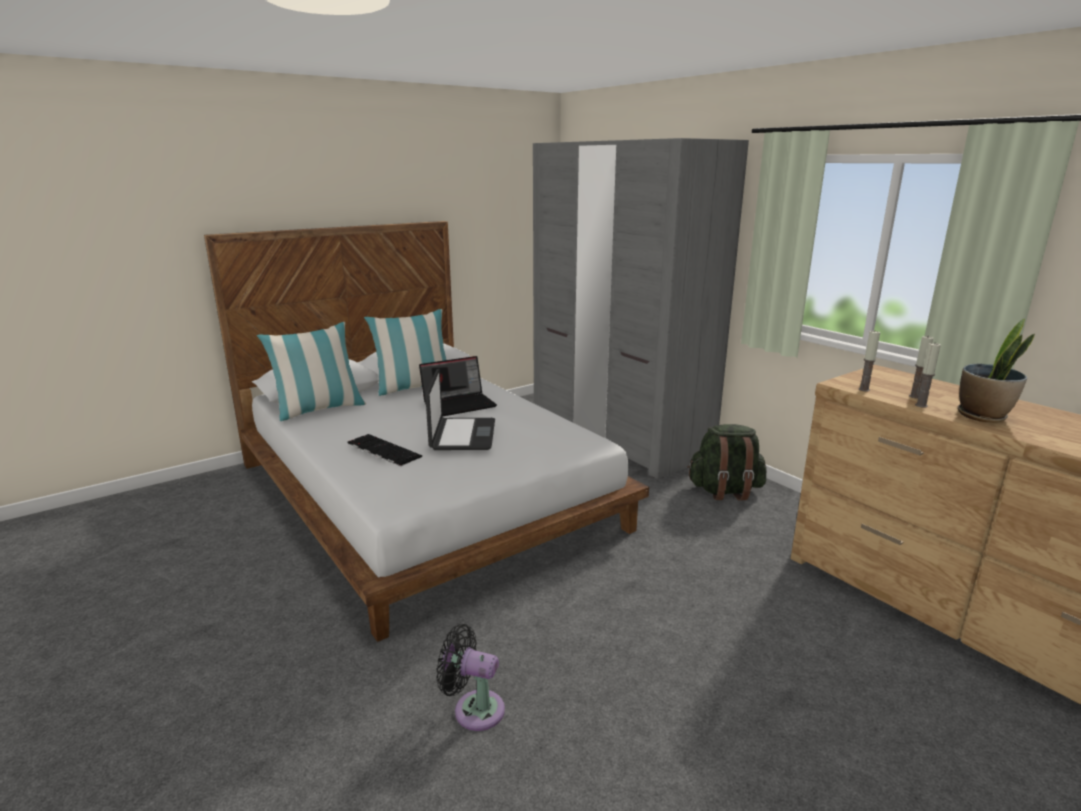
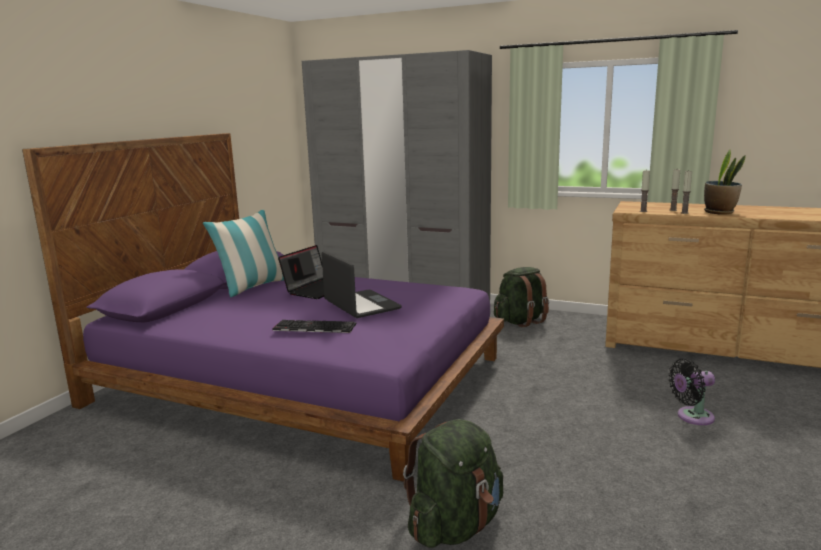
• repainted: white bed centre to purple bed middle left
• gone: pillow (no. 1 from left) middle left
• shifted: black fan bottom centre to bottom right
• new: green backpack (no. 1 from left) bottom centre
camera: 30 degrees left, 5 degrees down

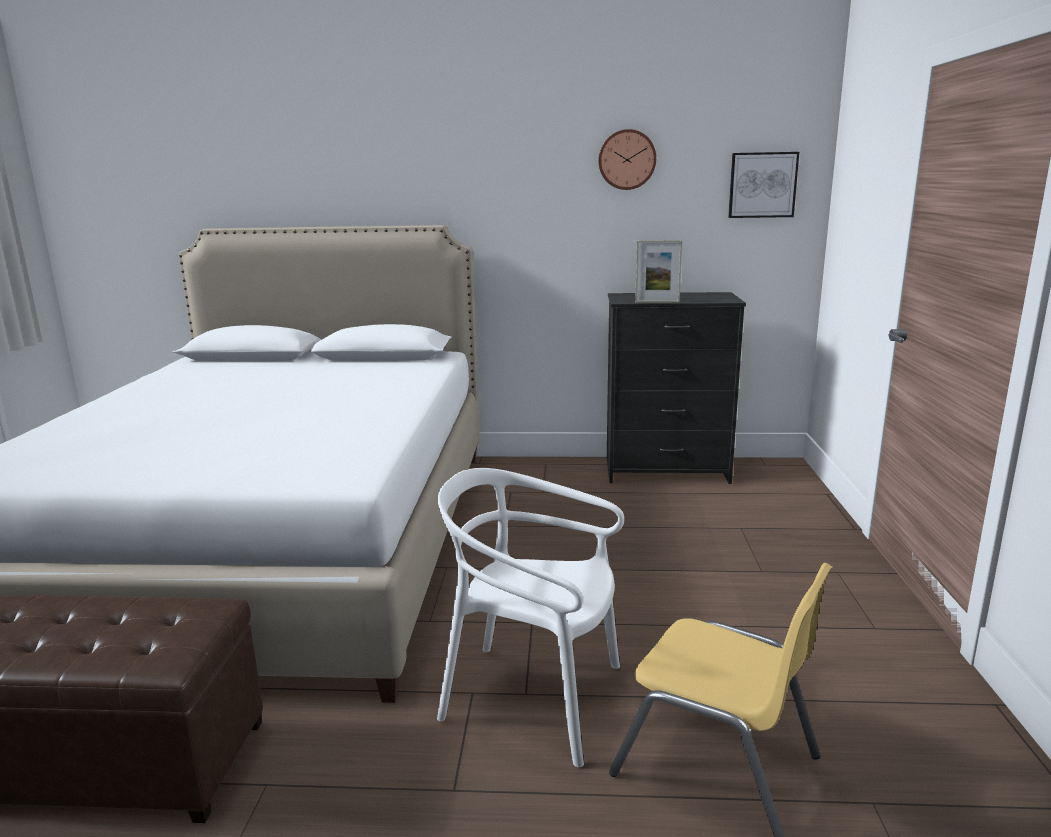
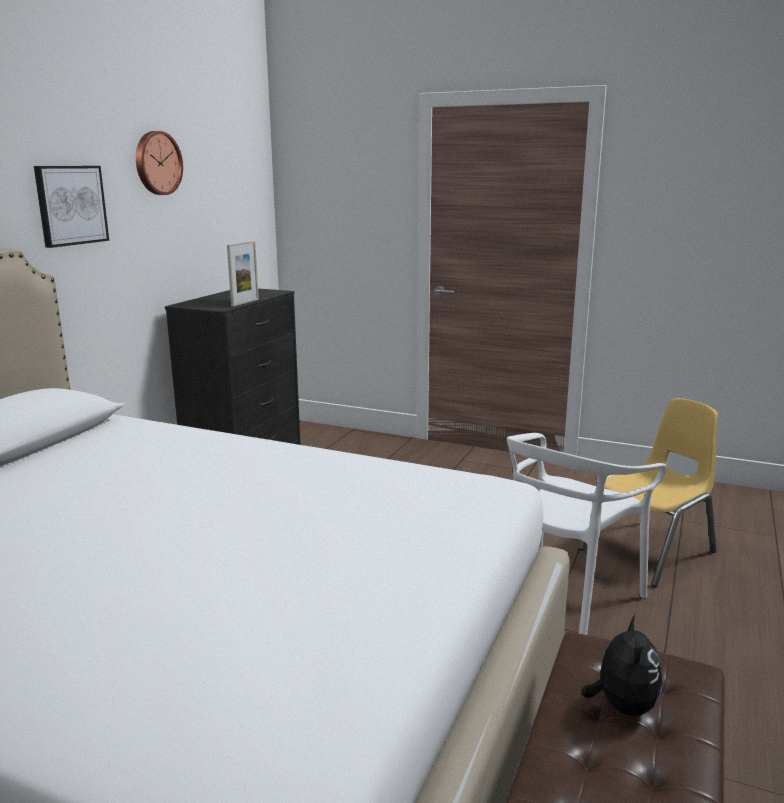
• shifted: picture top right to top left
• new: plush toy bottom right
camera: 70 degrees left, 0 degrees up

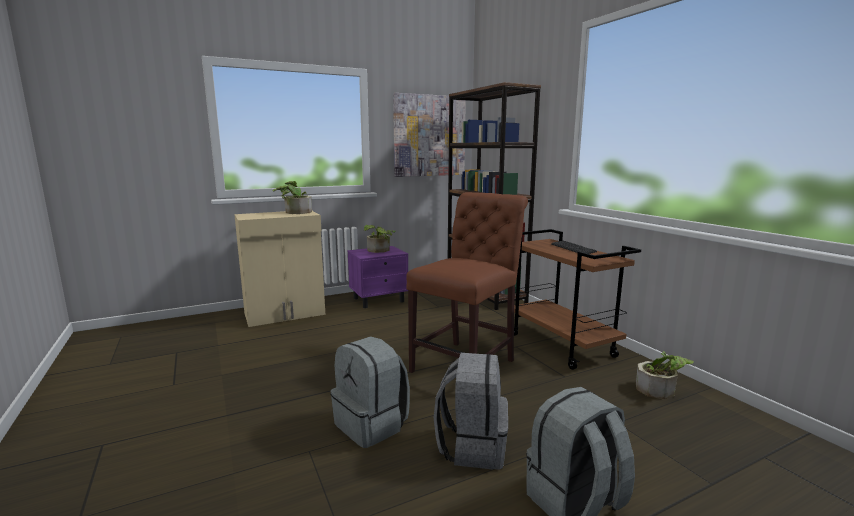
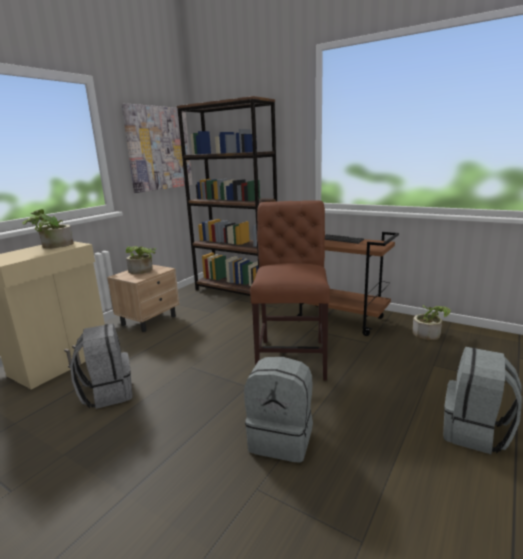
• repainted: purple nightstand centre to beige nightstand middle left
• shifted: grey backpack (no. 2 from left in the first image) bottom centre to grey backpack (no. 1 from left) middle left
camera: 30 degrees left, 5 degrees up

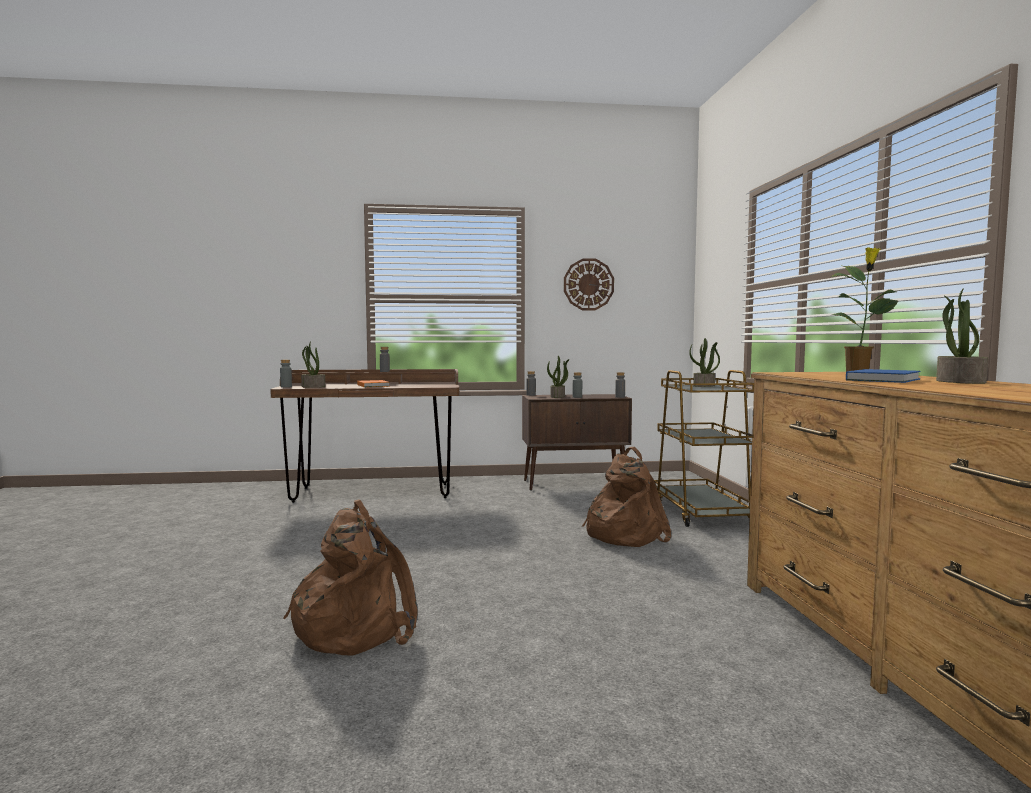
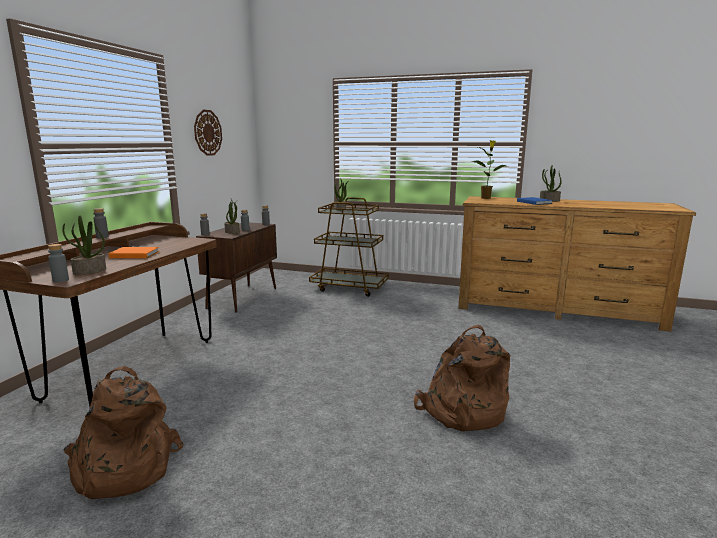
• shifted: brown backpack (no. 2 from left in the first image) centre to brown backpack (no. 1 from left) bottom left
camera: 65 degrees left, 10 degrees up

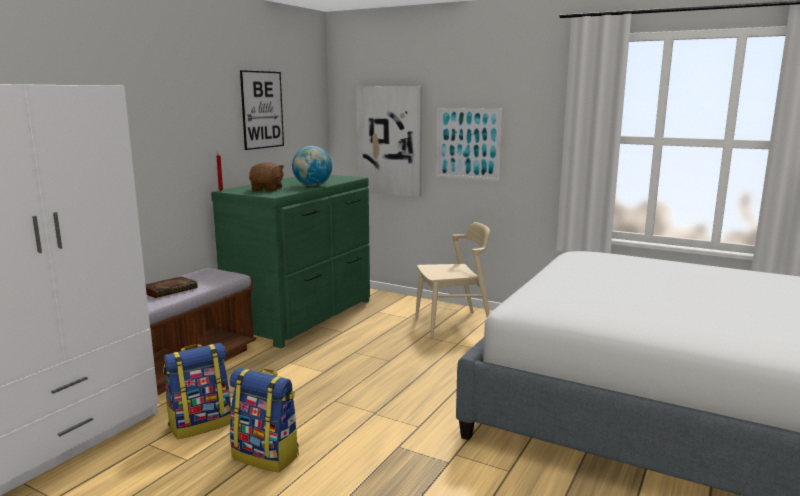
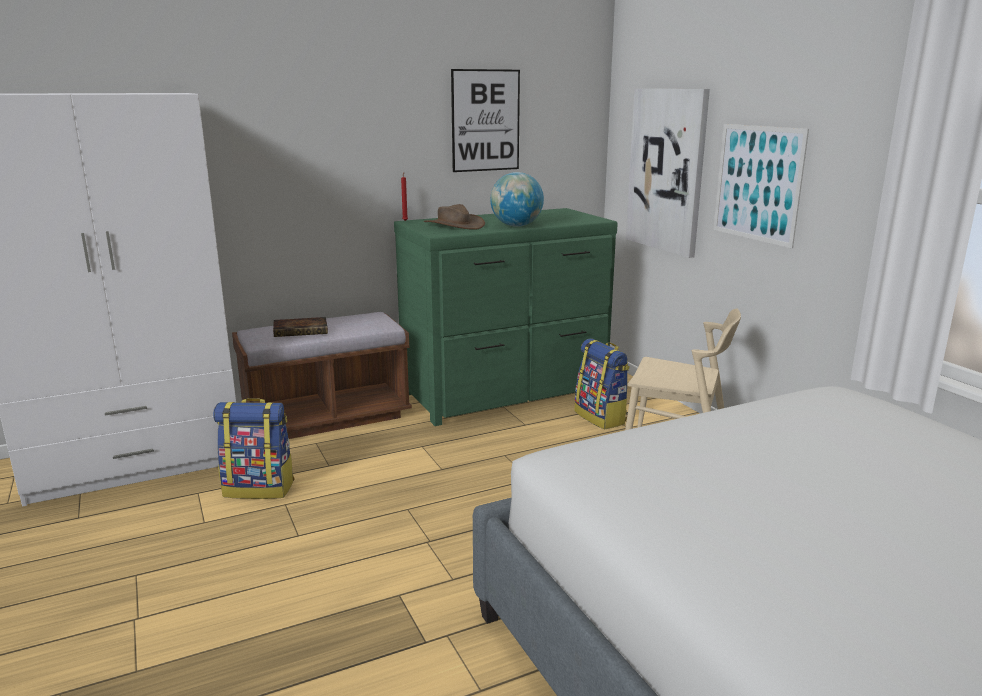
• shifted: backpack (no. 2 from left) bottom left to centre
• swapped: brown plush toy centre to brown hat top centre
camera: 35 degrees right, 5 degrees up

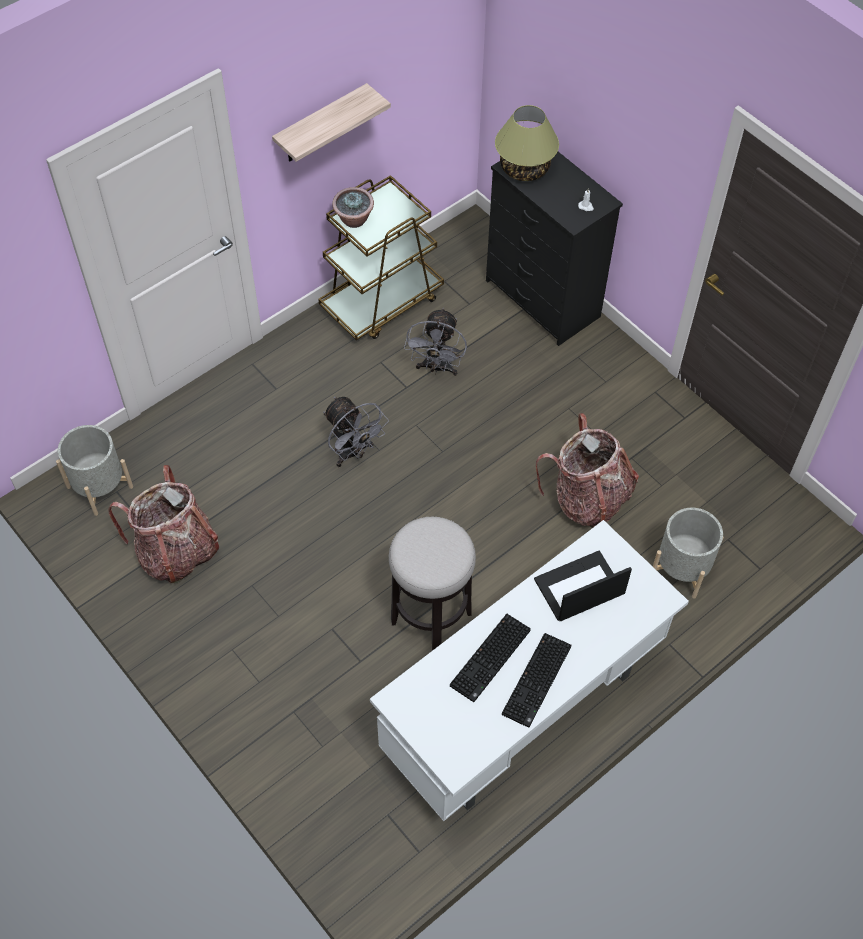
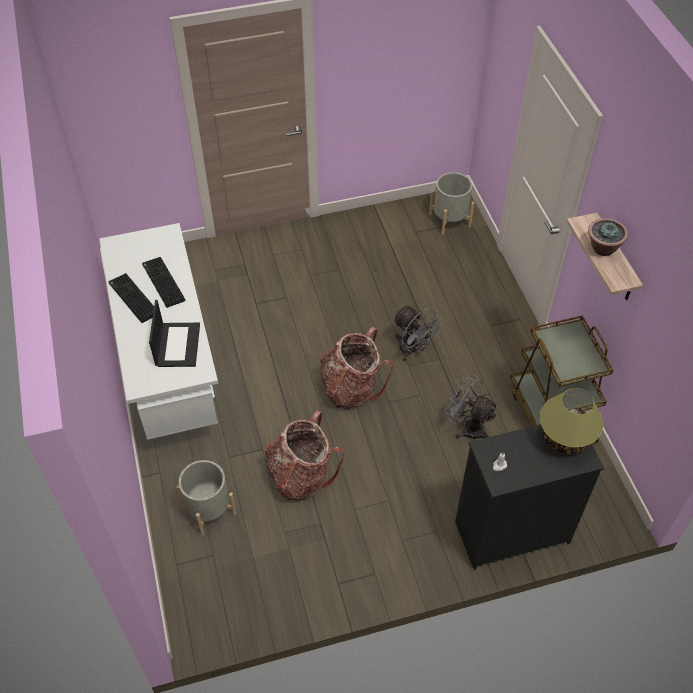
• shifted: backpack (no. 1 from left in the first image) middle left to backpack (no. 2 from left) centre
• rotated: grey fan (no. 1 from left) centre = centre 120 degrees counterclockwise
• shifted: potted plant top centre to middle right
• gone: stool centre
camera: 115 degrees right, 5 degrees down

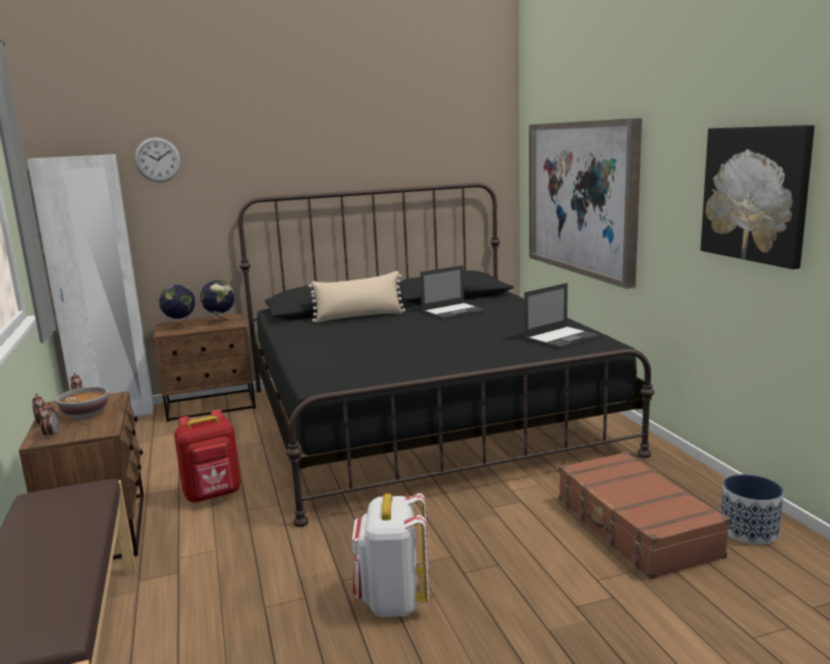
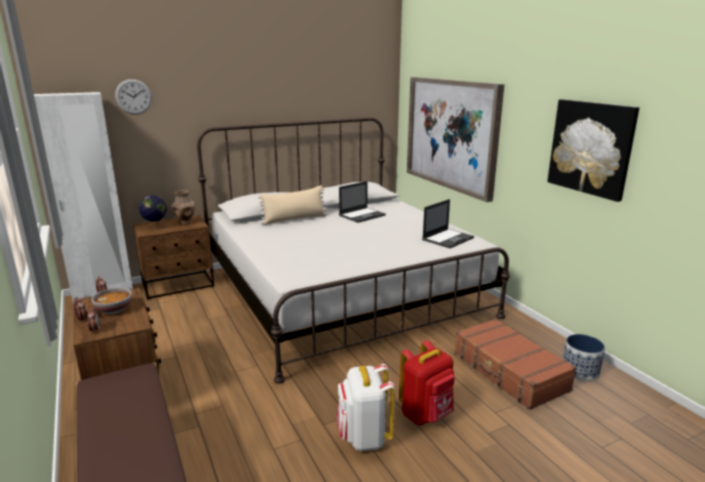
• shifted: red backpack bottom left to bottom centre
• swapped: globe (no. 2 from left) middle left to brown vase middle left
• repainted: black bed centre to white bed centre
camera: 10 degrees left, 5 degrees up

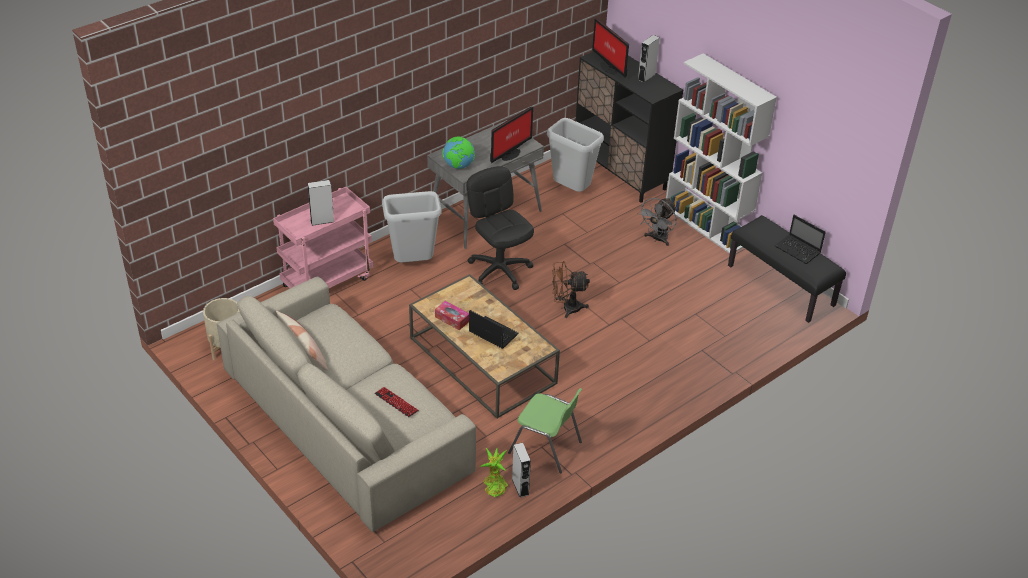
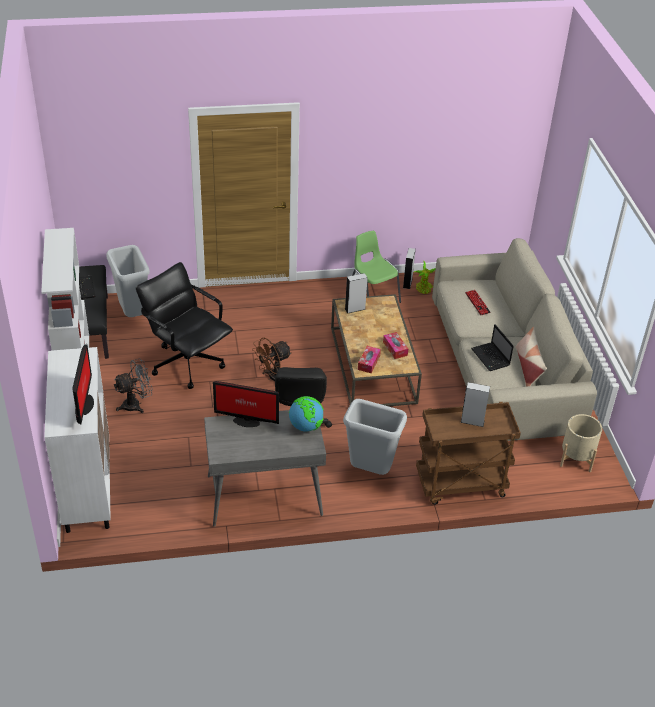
• repainted: pink cart middle left to brown cart middle right
• shifted: laptop (no. 1 from left in the first image) centre to laptop (no. 2 from left) middle right
• rotated: monitor (no. 1 from left in the first image) top centre = centre 150 degrees counterclockwise
• shifted: grey trash can (no. 2 from left in the first image) top centre to grey trash can (no. 1 from left) middle left
• rotated: brown fan centre = centre 120 degrees clockwise
• repainted: black cabinet top centre to white cabinet middle left
• shifted: grey speaker (no. 3 from left in the first image) top centre to grey speaker (no. 1 from left) centre
• new: black office chair (no. 1 from left) middle left
• new: tissue box (no. 1 from left) centre
camera: 150 degrees left, 0 degrees up

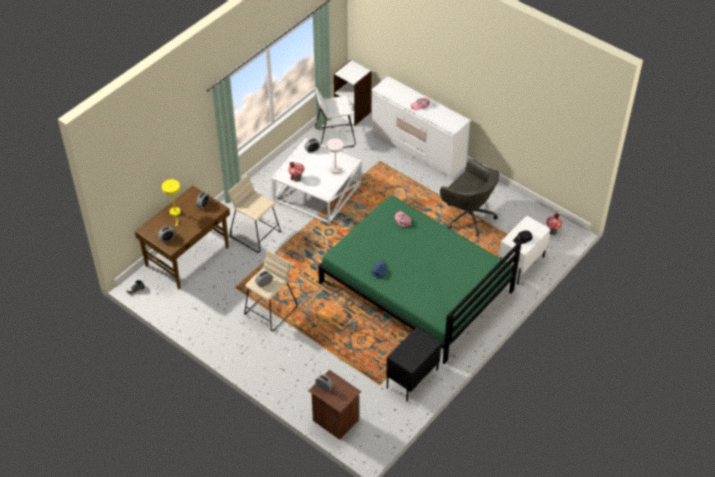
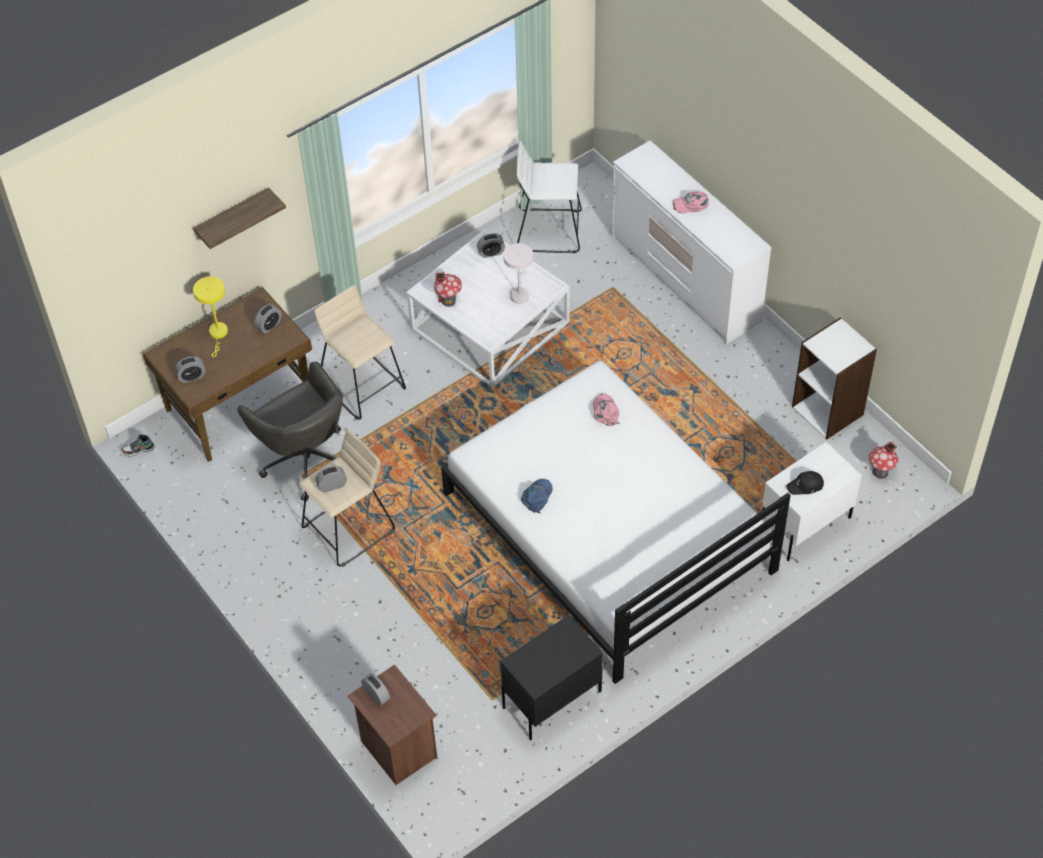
• repainted: green bed centre to white bed centre
• shifted: white bookcase top centre to middle right
• shifted: grey office chair centre to middle left
• new: shelf top left
camera: 15 degrees right, 5 degrees up

